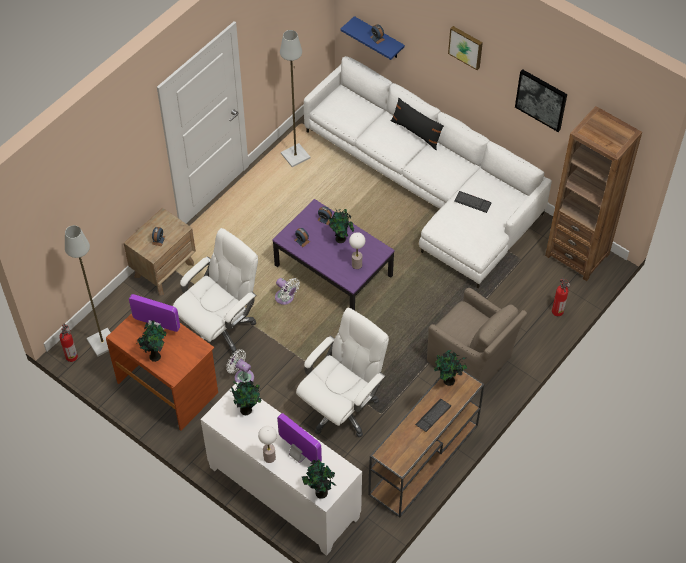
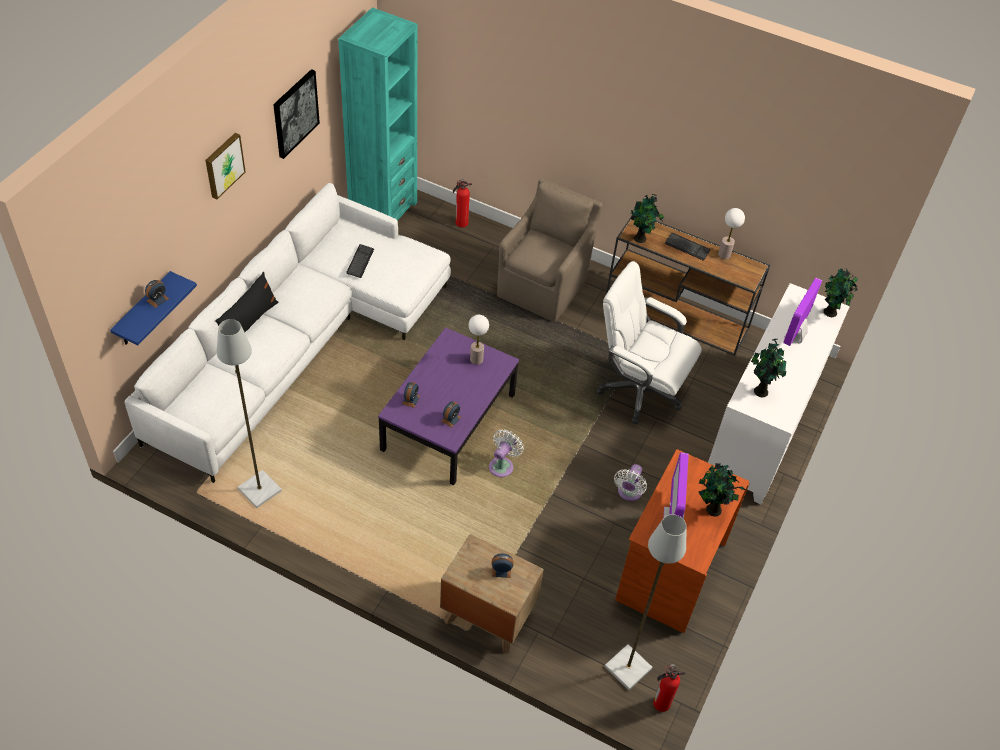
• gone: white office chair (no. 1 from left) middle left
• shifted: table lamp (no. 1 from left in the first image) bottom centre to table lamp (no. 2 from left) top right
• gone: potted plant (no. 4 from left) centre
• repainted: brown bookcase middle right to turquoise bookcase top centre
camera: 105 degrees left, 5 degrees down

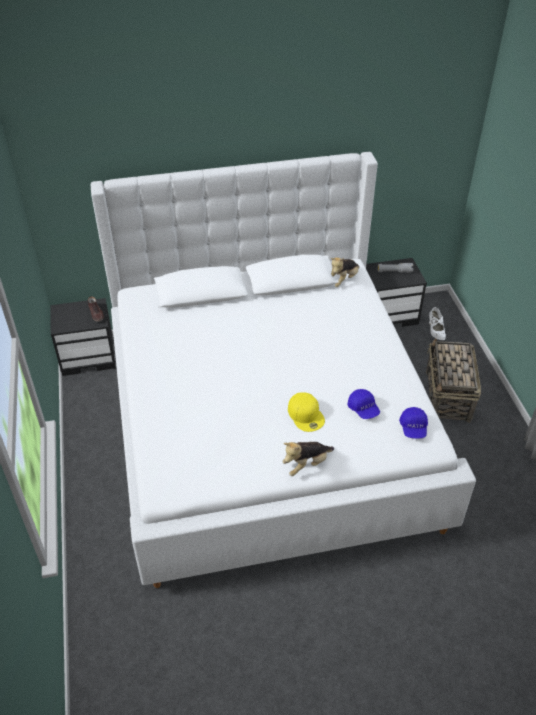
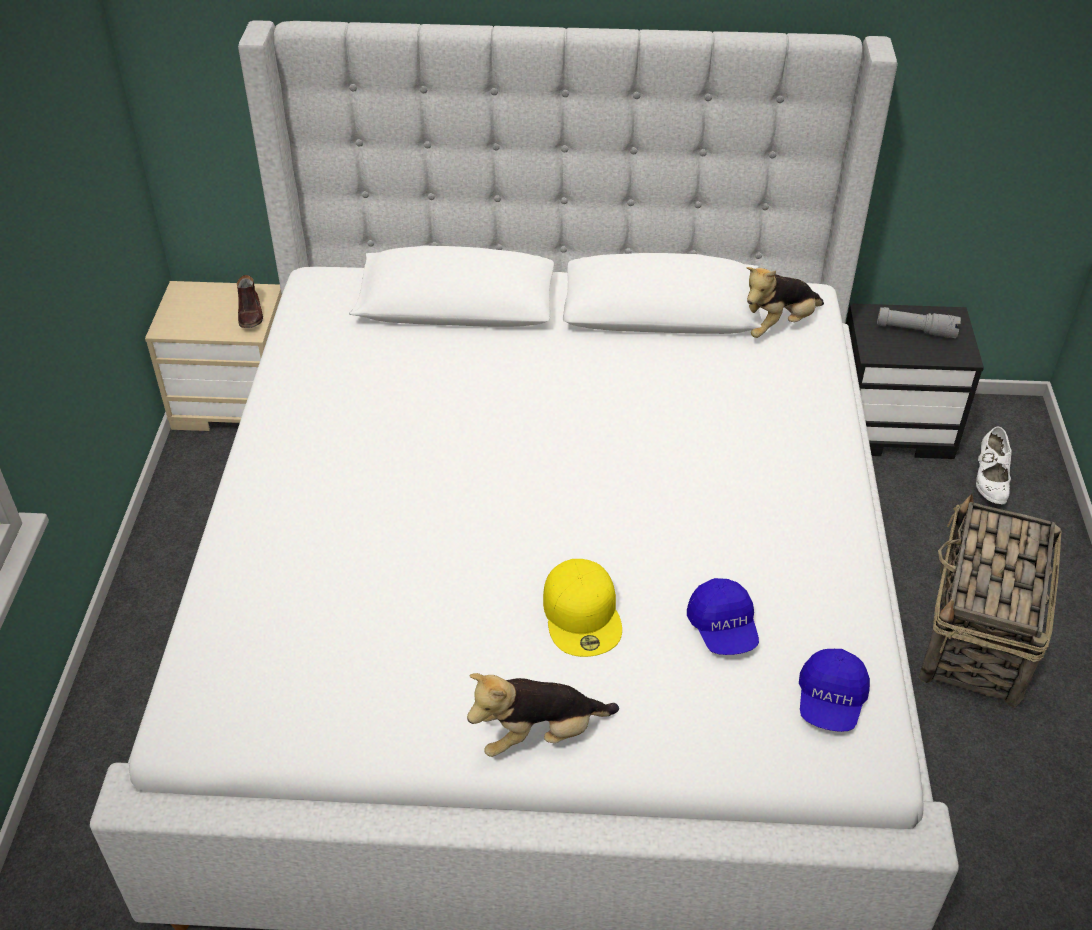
• repainted: black nightstand (no. 1 from left) middle left to beige nightstand middle left
camera: 15 degrees right, 0 degrees up

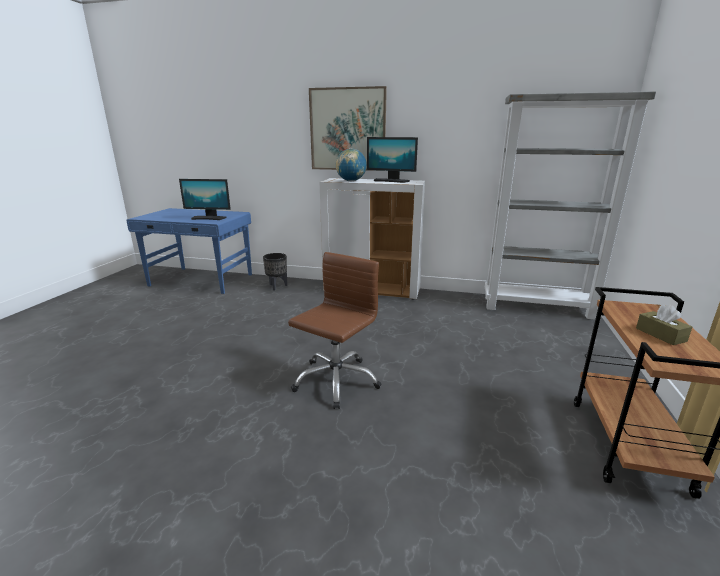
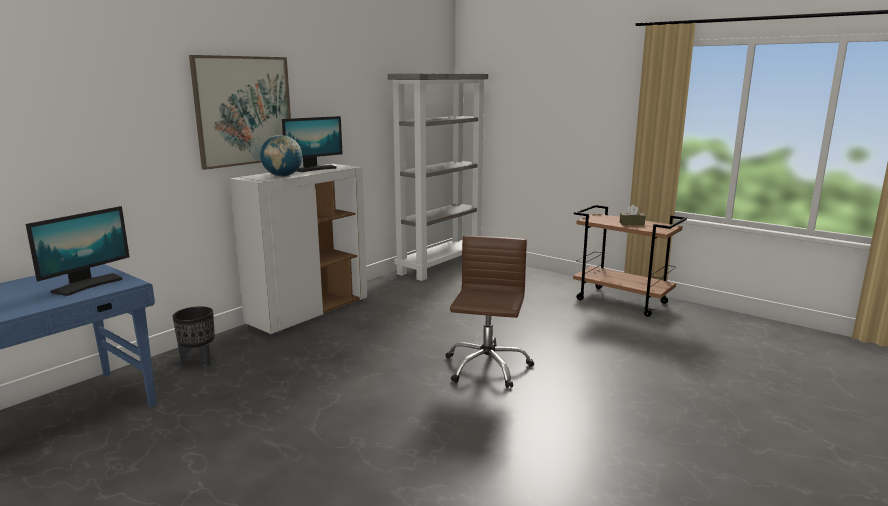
• rotated: brown office chair centre = centre 45 degrees clockwise
camera: 65 degrees left, 5 degrees down

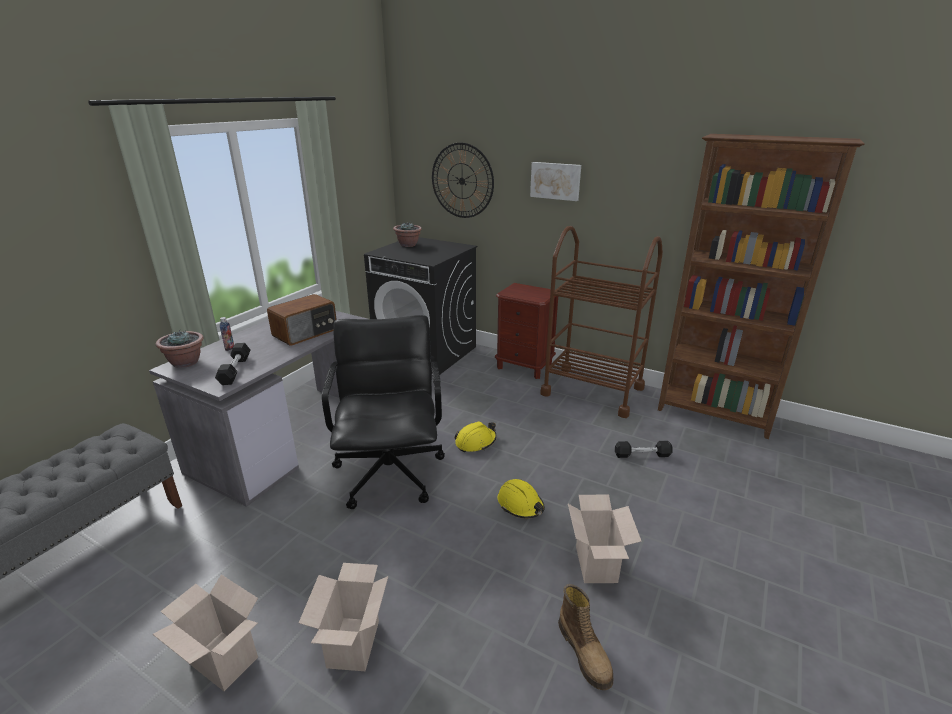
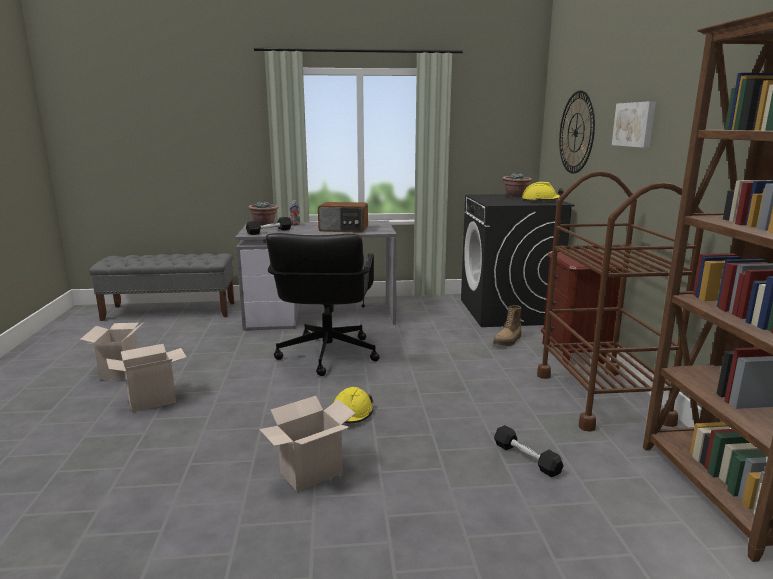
• rotated: black office chair centre = centre 135 degrees clockwise
• shifted: yellow hard hat (no. 1 from left in the first image) centre to yellow hard hat (no. 2 from left) top right
• shifted: boot bottom centre to centre
camera: 55 degrees right, 10 degrees down

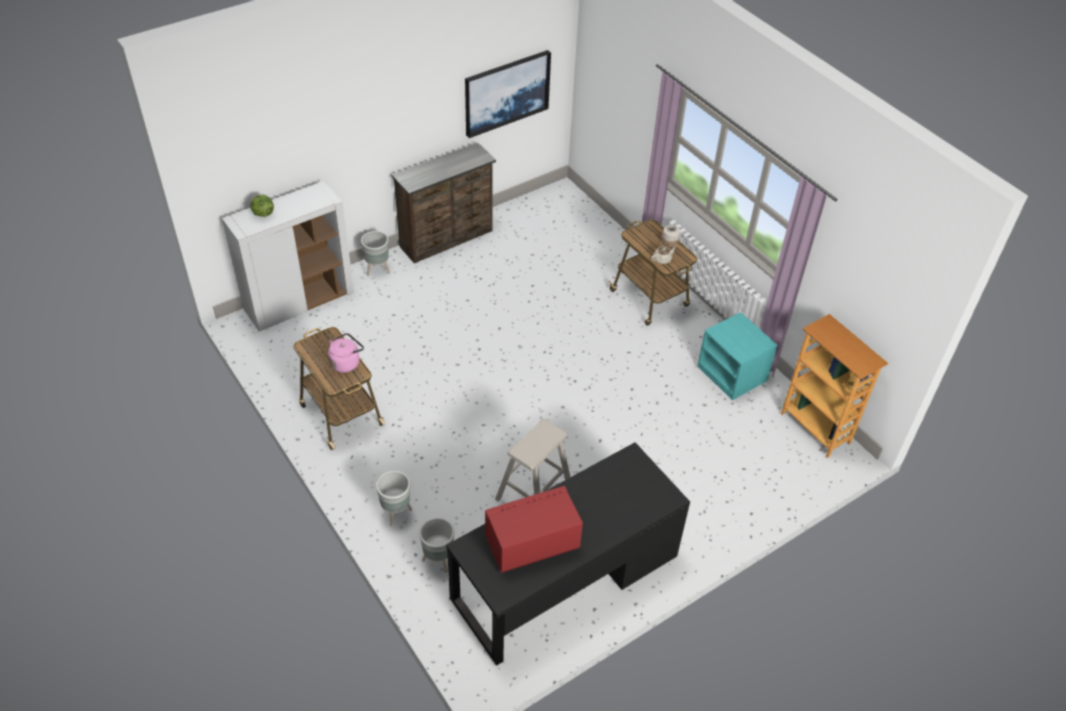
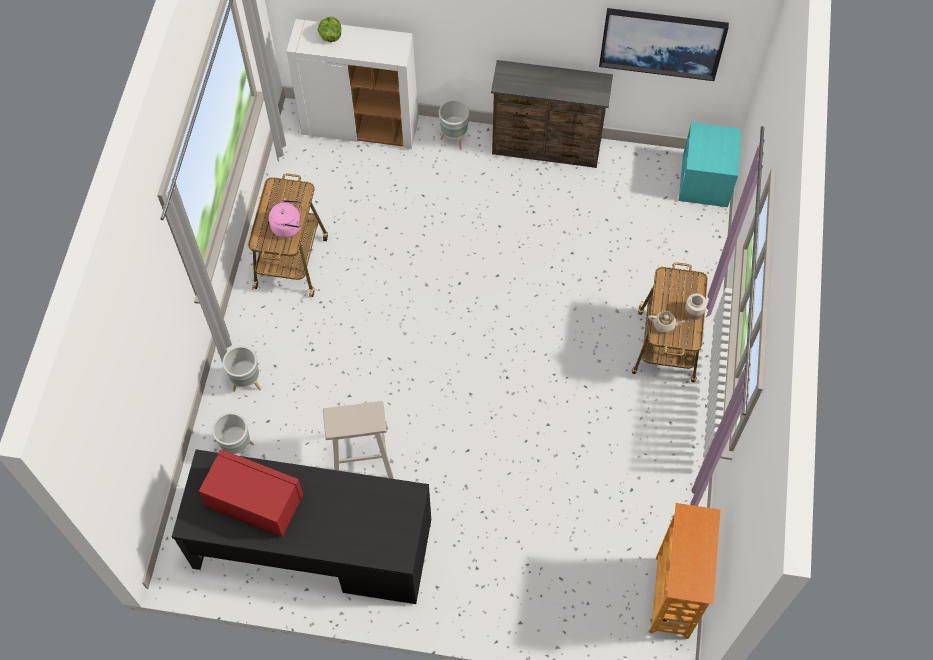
• shifted: turquoise nightstand middle right to top right
camera: 45 degrees right, 15 degrees up

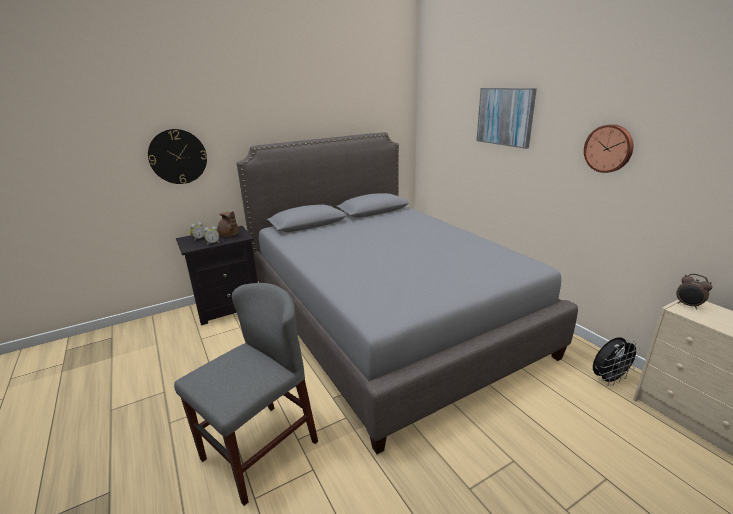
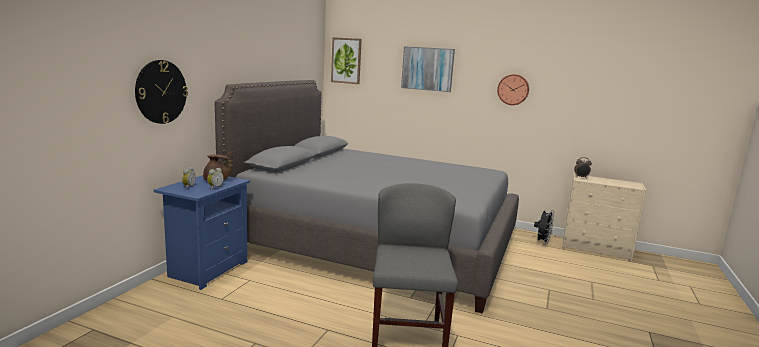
• repainted: black nightstand middle left to blue nightstand bottom left
• new: picture (no. 1 from left) top centre
camera: 40 degrees left, 10 degrees down

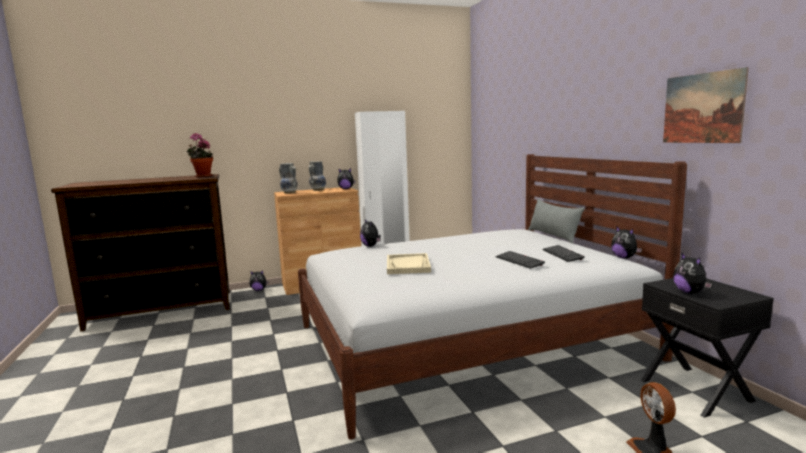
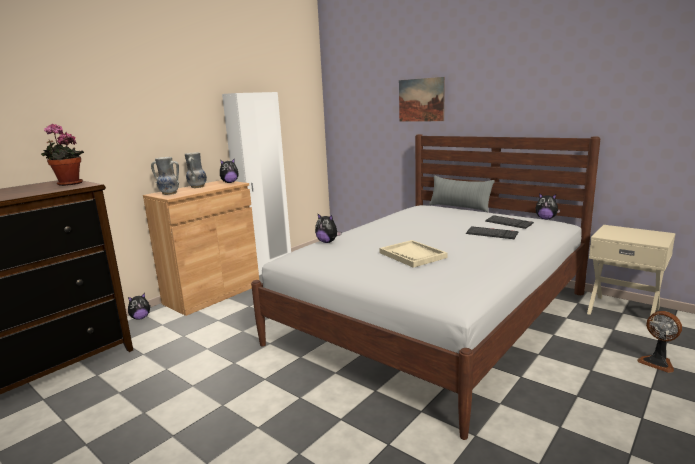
• repainted: black nightstand bottom right to beige nightstand middle right
• shifted: picture top right to top centre
• gone: plush toy (no. 5 from left) middle right
camera: 30 degrees left, 5 degrees up

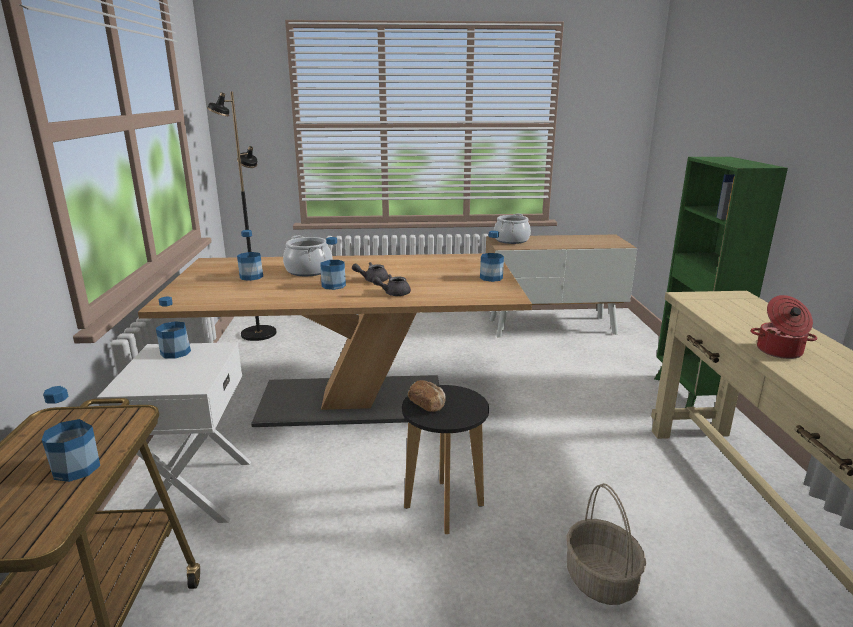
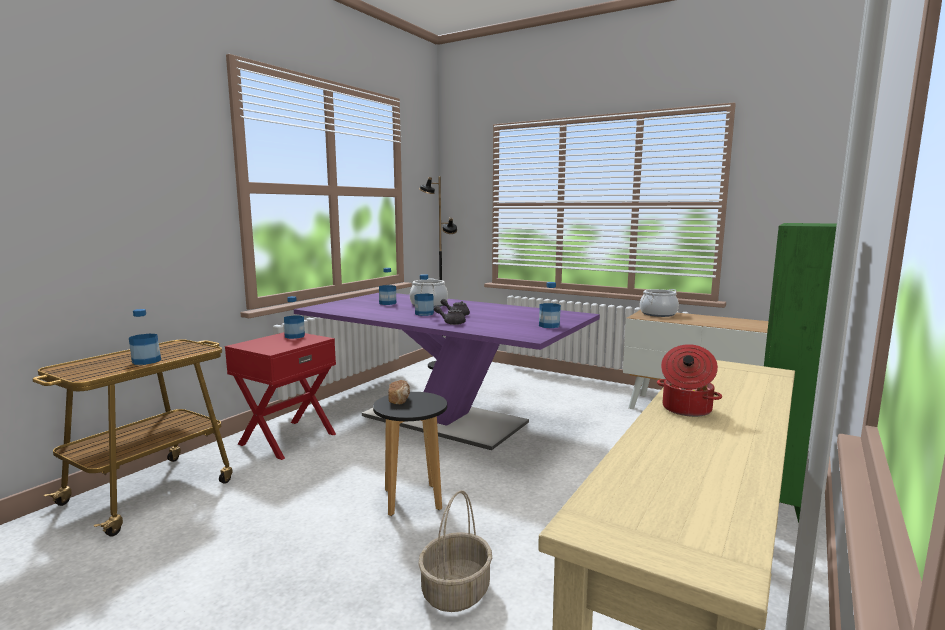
• repainted: white nightstand bottom left to red nightstand middle left
• repainted: beige dining table centre to purple dining table centre
camera: 35 degrees right, 10 degrees down

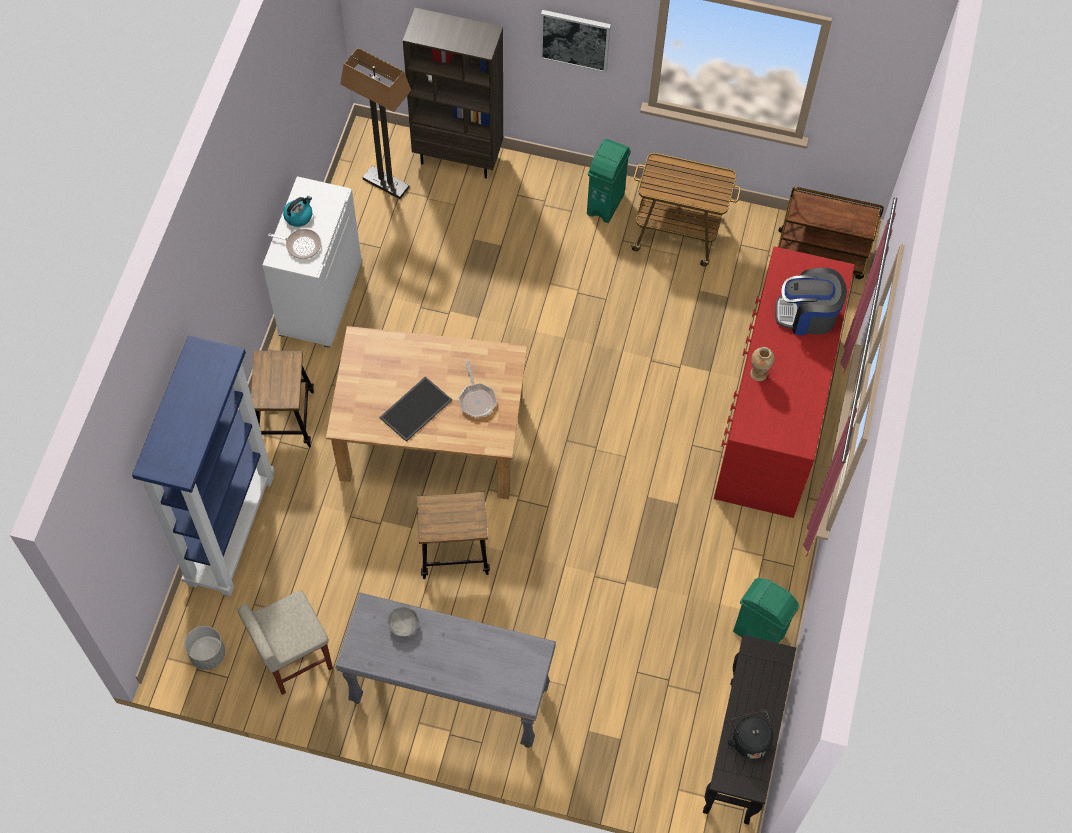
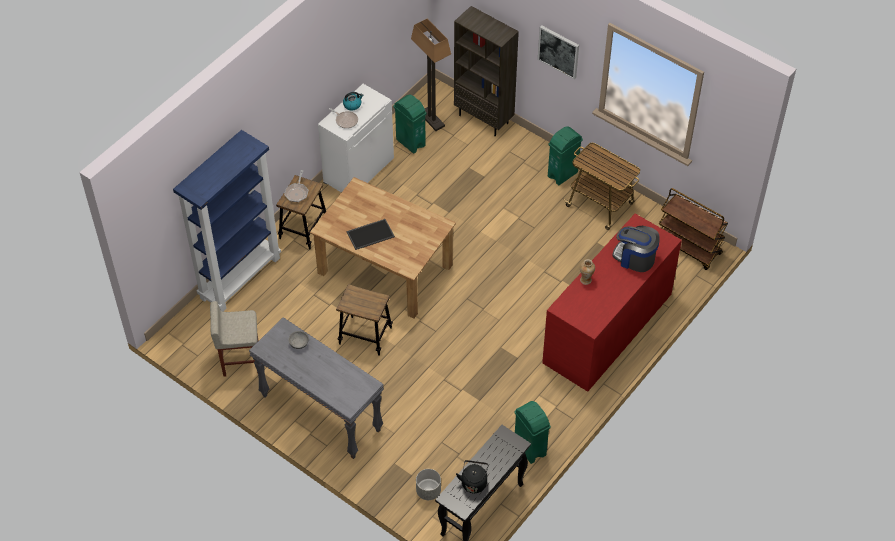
• shifted: grey planter bottom left to bottom centre
• shifted: frying pan (no. 2 from left in the first image) centre to frying pan (no. 1 from left) middle left
• new: green trash can (no. 1 from left) top centre
camera: 25 degrees right, 10 degrees down

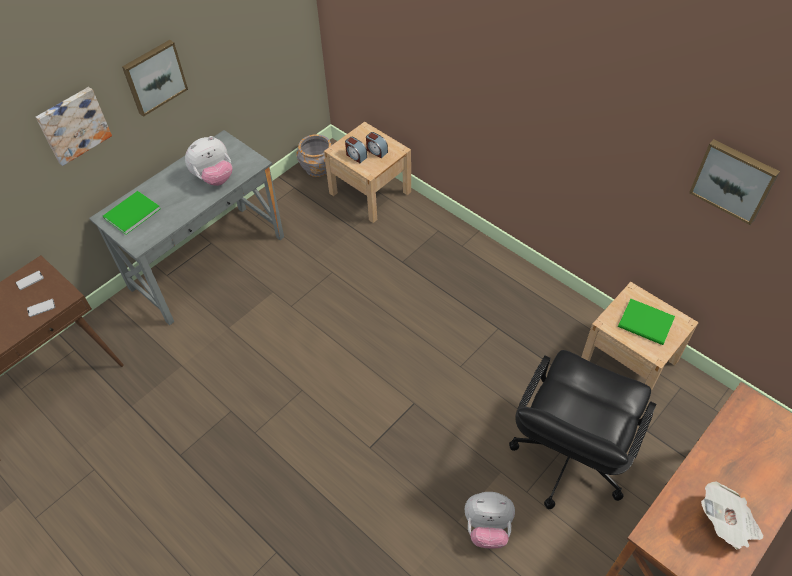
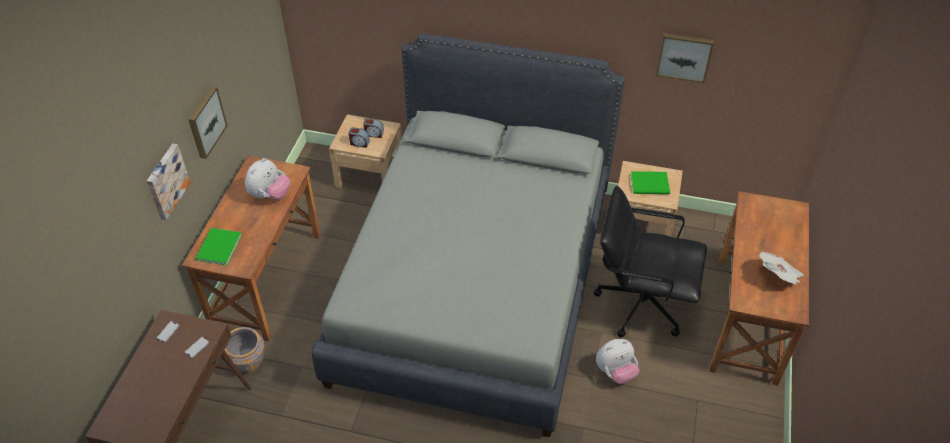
• repainted: grey desk middle left to brown desk (no. 1 from left) middle left
• shifted: grey planter top centre to bottom left
• rotated: black office chair bottom right = middle right 105 degrees clockwise
• new: grey bed centre
camera: 30 degrees left, 5 degrees down

